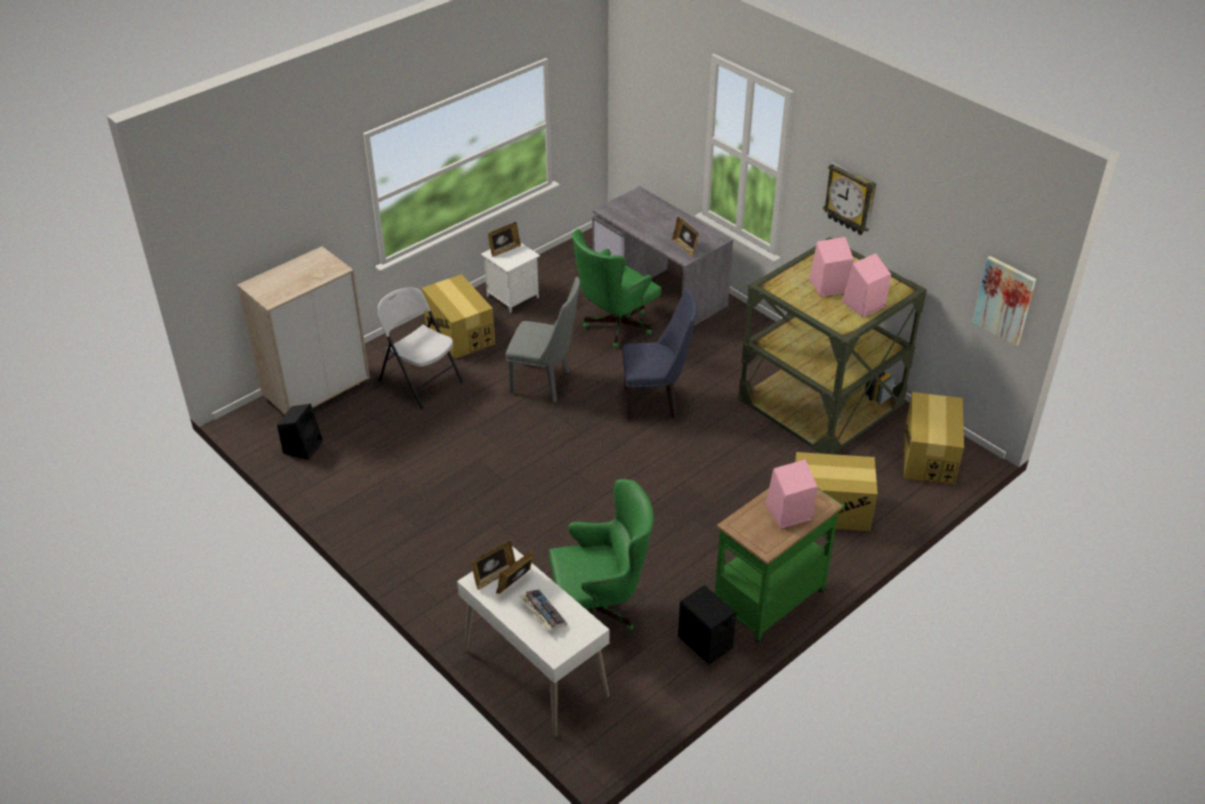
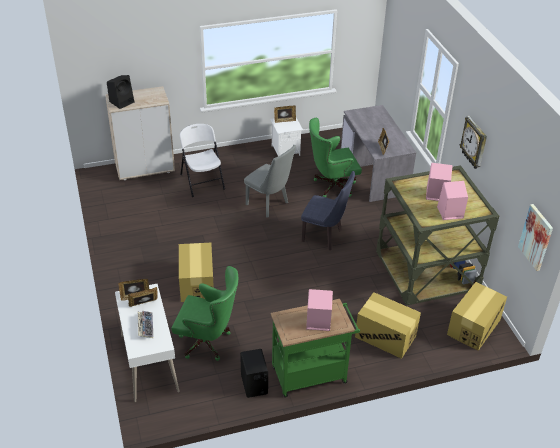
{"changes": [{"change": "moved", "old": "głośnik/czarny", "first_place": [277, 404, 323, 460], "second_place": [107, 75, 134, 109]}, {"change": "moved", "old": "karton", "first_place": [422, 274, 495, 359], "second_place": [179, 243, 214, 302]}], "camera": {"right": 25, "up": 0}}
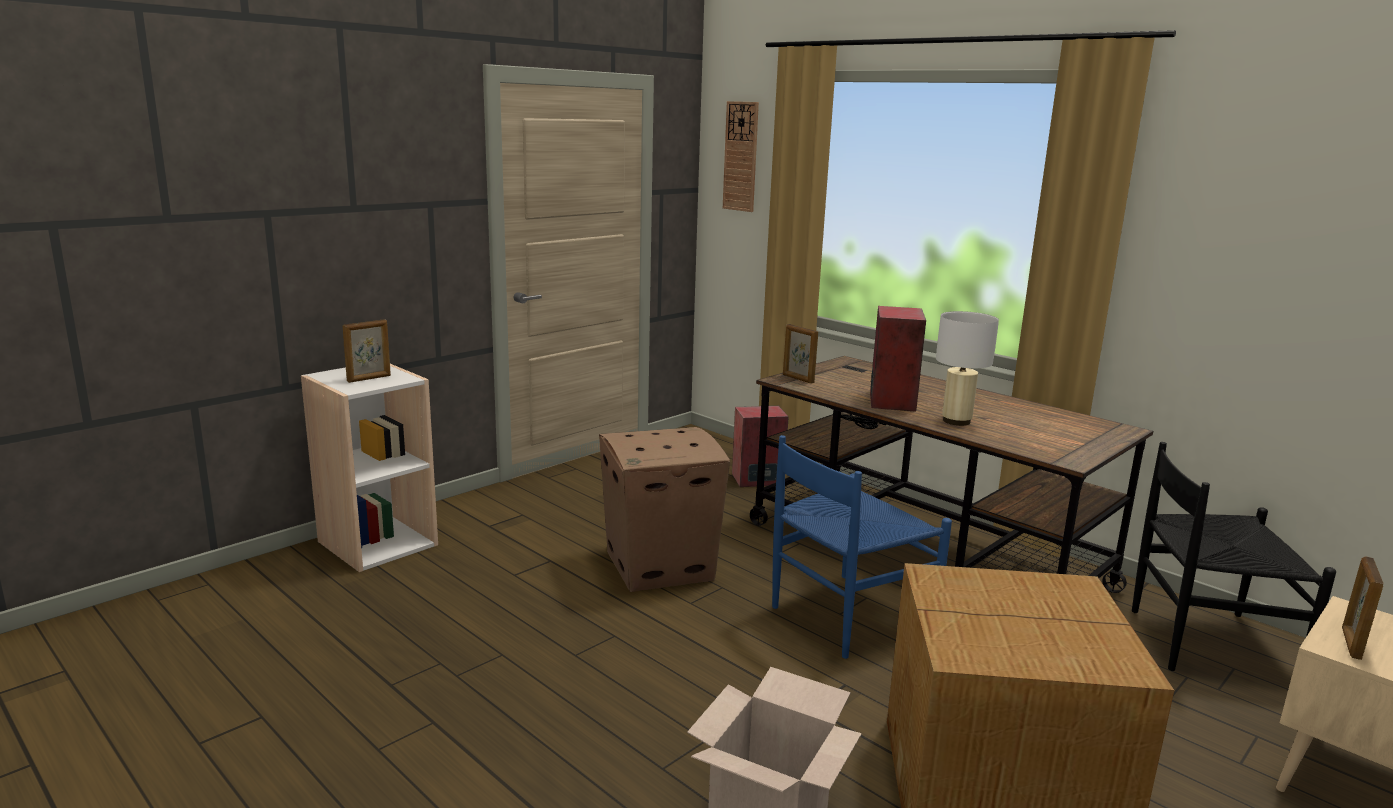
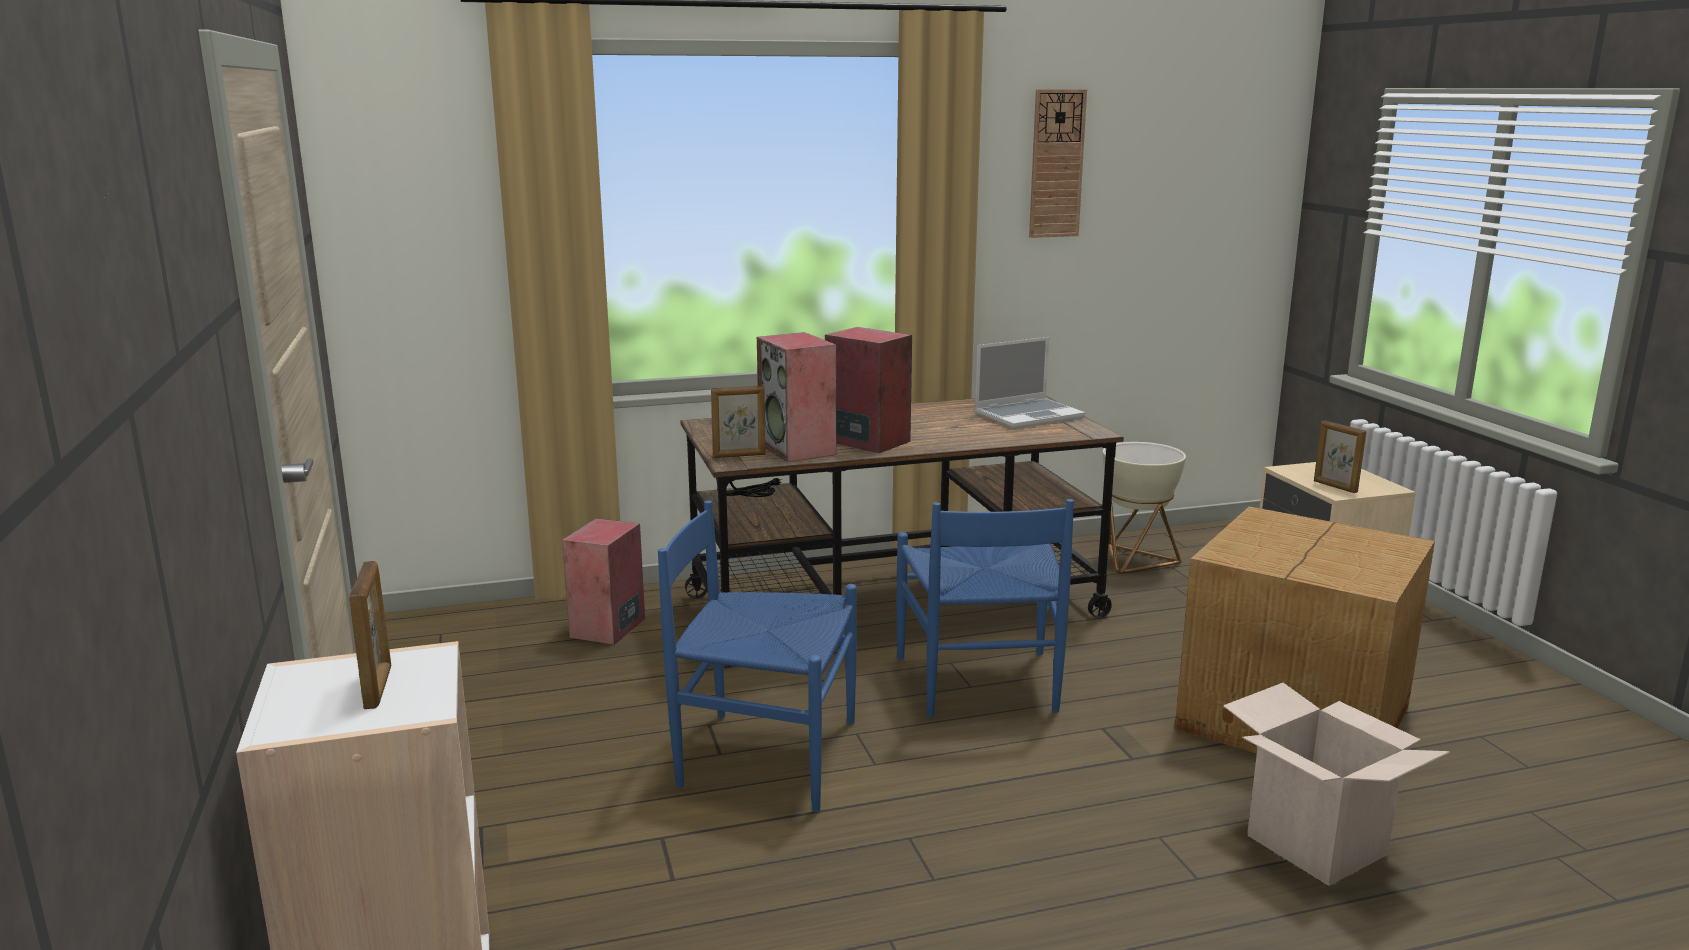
{"changes": [{"change": "replaced", "old": "karton", "new": "krzesło/niebieski", "first_place": [599, 427, 730, 592], "second_place": [658, 500, 857, 812]}, {"change": "moved", "old": "zegar ścienny", "first_place": [723, 101, 759, 212], "second_place": [1029, 89, 1087, 238]}, {"change": "removed", "old": "lampa stołowa/biały", "first_place": [936, 311, 999, 426]}, {"change": "replaced", "old": "krzesło/czarny", "new": "donica", "first_place": [1132, 442, 1336, 671], "second_place": [1102, 442, 1186, 574]}, {"change": "added", "new": "głośnik", "second_place": [757, 332, 836, 462]}, {"change": "added", "new": "laptop", "second_place": [975, 337, 1086, 429]}], "camera": {"right": -60, "up": 0}}
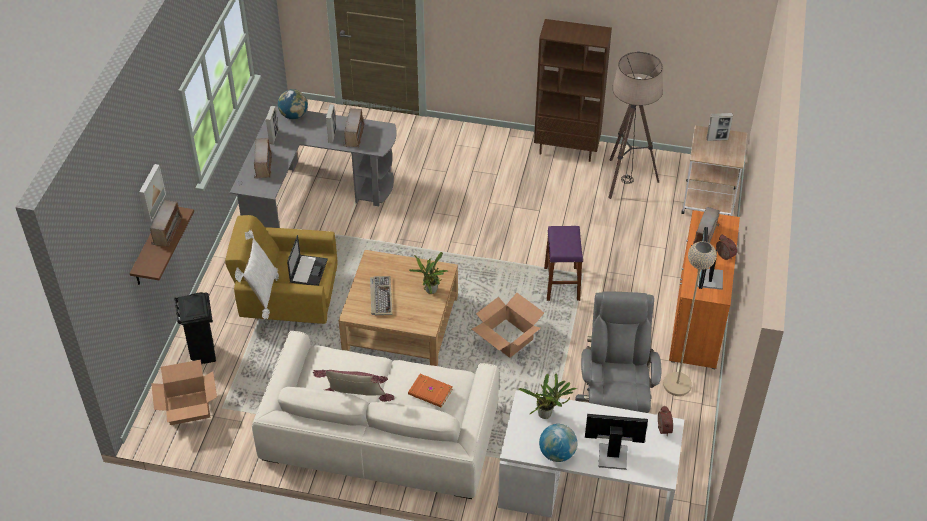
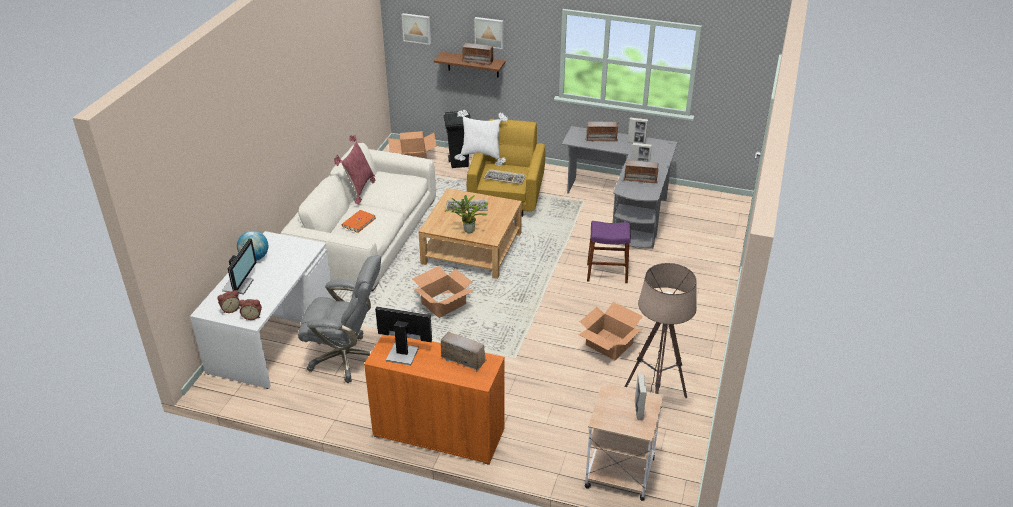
{"changes": [{"change": "removed", "old": "globus", "first_place": [278, 89, 308, 119]}, {"change": "replaced", "old": "laptop", "new": "klawiatura", "first_place": [287, 235, 328, 286], "second_place": [484, 169, 525, 185]}, {"change": "removed", "old": "roślina doniczkowa", "first_place": [518, 374, 577, 419]}, {"change": "removed", "old": "regał/brązowy", "first_place": [534, 19, 612, 162]}, {"change": "moved", "old": "stołek/fioletowy", "first_place": [544, 226, 583, 301], "second_place": [587, 221, 631, 283]}, {"change": "removed", "old": "lampa stojąca/beżowy", "first_place": [663, 241, 717, 396]}, {"change": "moved", "old": "budzik", "first_place": [716, 234, 737, 260], "second_place": [218, 290, 240, 313]}, {"change": "added", "new": "obraz", "second_place": [402, 13, 431, 45]}, {"change": "added", "new": "karton", "second_place": [578, 302, 642, 360]}], "camera": {"right": 95, "up": -10}}
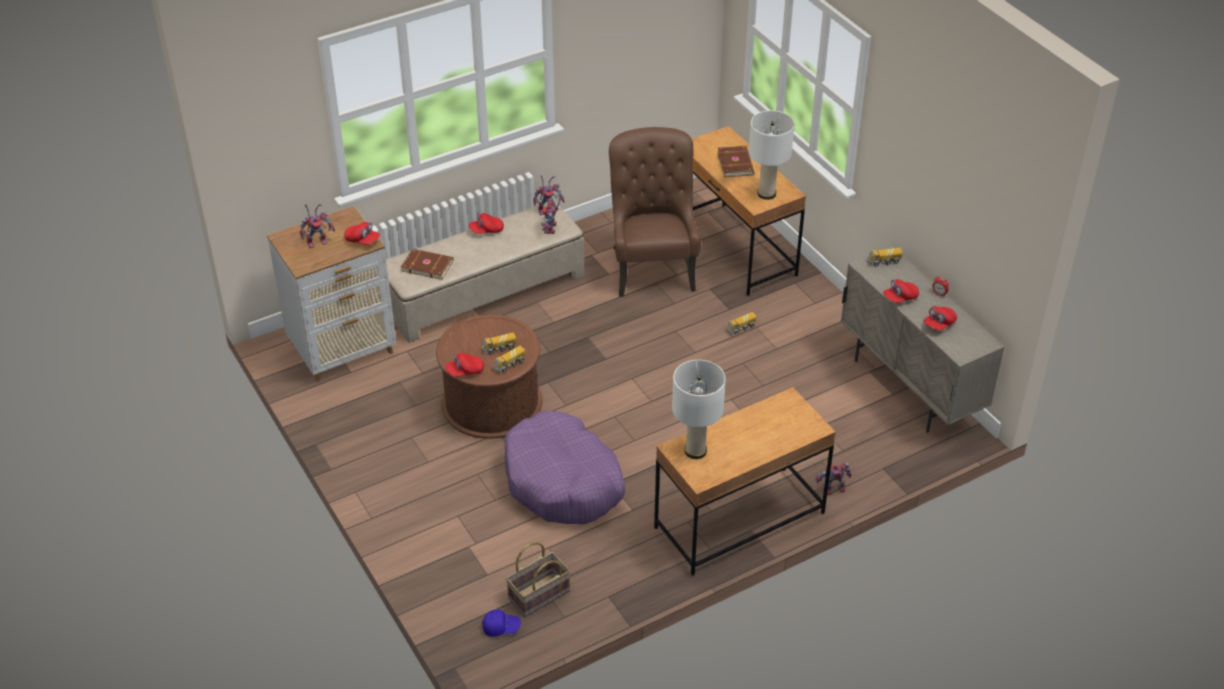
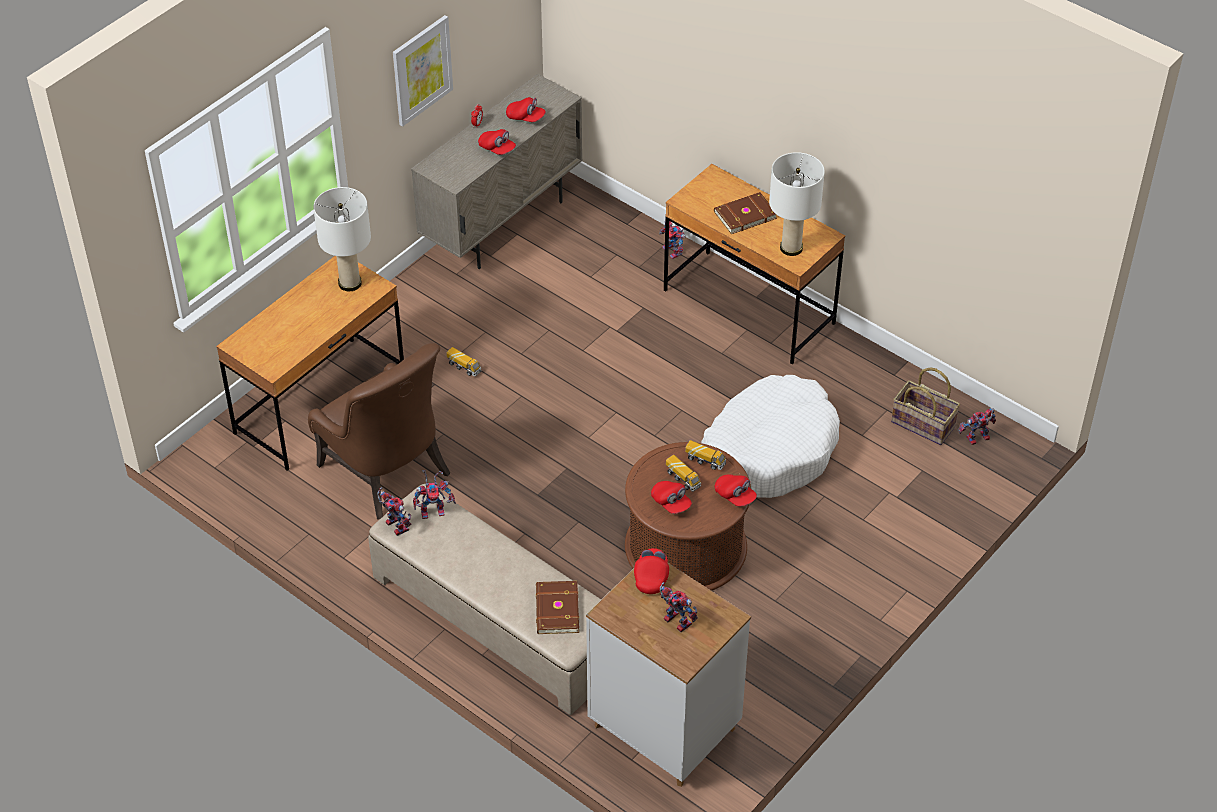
{"changes": [{"change": "moved", "old": "czapka z daszkiem/czerwony", "first_place": [469, 213, 504, 234], "second_place": [651, 481, 692, 514]}, {"change": "replaced", "old": "czapka z daszkiem/niebieski", "new": "robot zabawkowy", "first_place": [482, 610, 521, 637], "second_place": [958, 408, 996, 445]}, {"change": "recoloured", "old": "legowisko/fioletowy", "new": "legowisko/biały", "first_place": [504, 410, 625, 524], "second_place": [701, 375, 840, 498]}, {"change": "turned", "old": "krzesło/brązowy", "first_place": [609, 127, 701, 297], "second_place": [308, 343, 450, 520], "degrees": -105}, {"change": "moved", "old": "książka/brązowy", "first_place": [718, 146, 754, 177], "second_place": [714, 192, 777, 234]}, {"change": "removed", "old": "ciężarówka zabawkowa", "first_place": [867, 248, 903, 266]}, {"change": "added", "new": "obraz", "second_place": [393, 15, 453, 127]}], "camera": {"right": -110, "up": 5}}
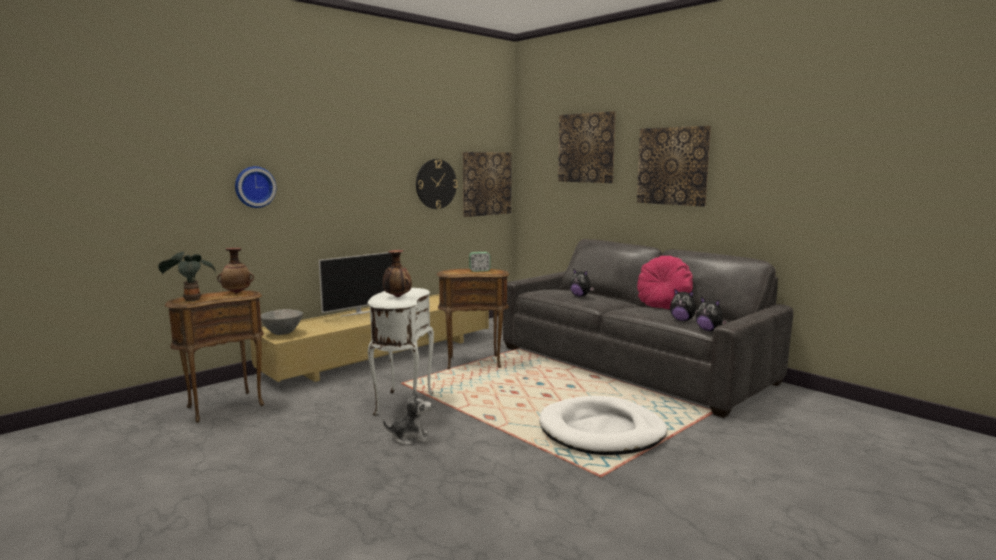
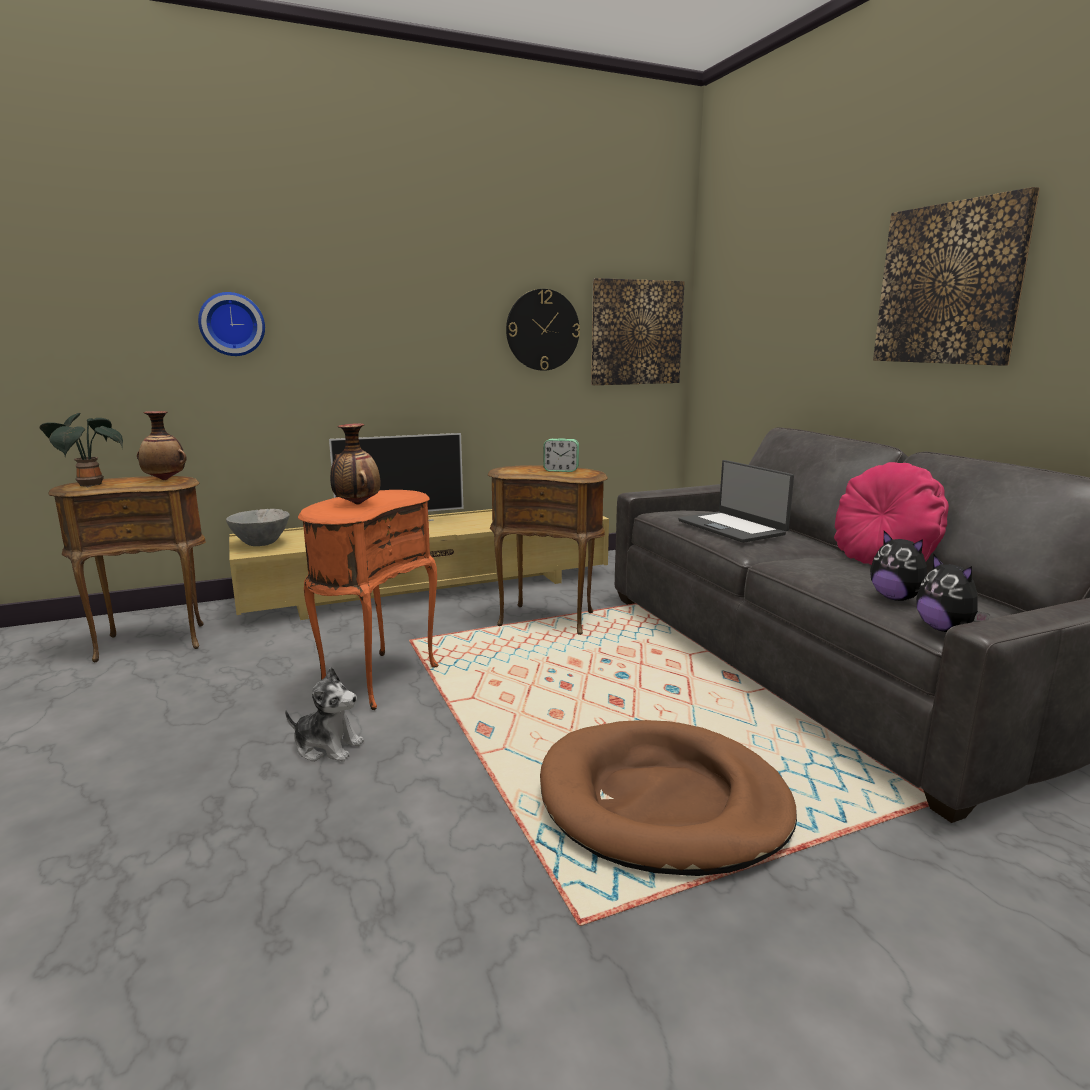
{"changes": [{"change": "recoloured", "old": "stolik/biały", "new": "stolik/pomarańczowy", "first_place": [368, 288, 434, 415], "second_place": [298, 490, 438, 710]}, {"change": "recoloured", "old": "legowisko/biały", "new": "legowisko/brązowy", "first_place": [539, 396, 667, 455], "second_place": [540, 720, 797, 876]}, {"change": "removed", "old": "obraz", "first_place": [558, 111, 616, 183]}, {"change": "replaced", "old": "pluszak", "new": "laptop", "first_place": [570, 269, 594, 297], "second_place": [678, 460, 794, 543]}], "camera": {"right": 20, "up": 5}}
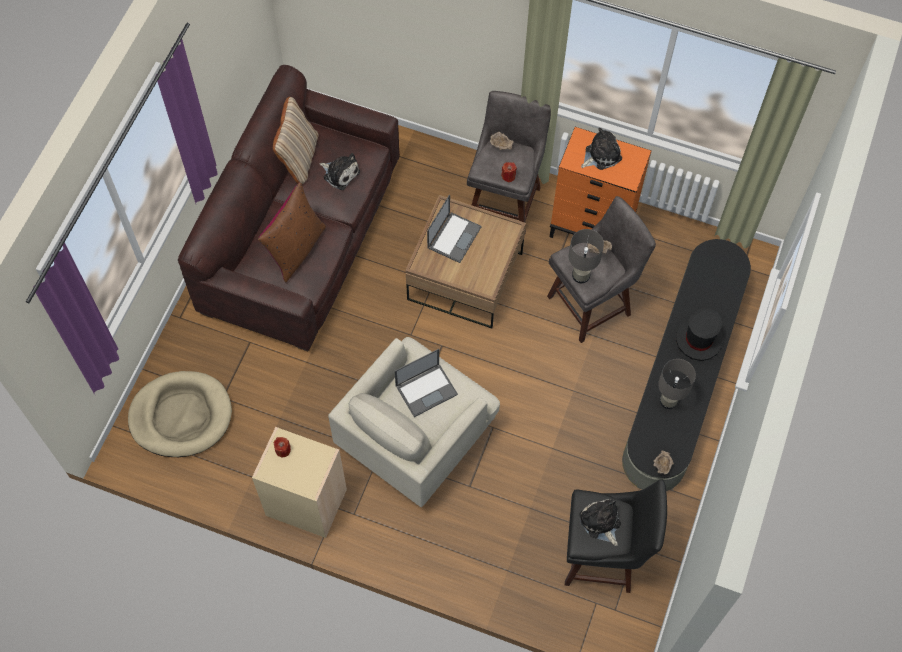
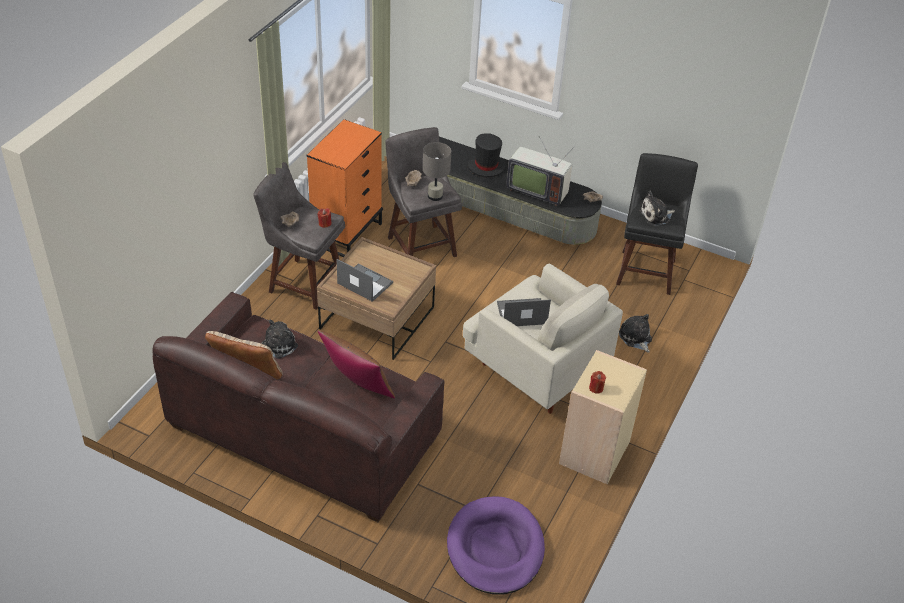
{"changes": [{"change": "recoloured", "old": "legowisko/beżowy", "new": "legowisko/fioletowy", "first_place": [128, 371, 232, 457], "second_place": [447, 496, 545, 594]}, {"change": "turned", "old": "laptop", "first_place": [395, 349, 458, 417], "second_place": [497, 298, 551, 326], "degrees": -75}, {"change": "moved", "old": "pluszak", "first_place": [581, 128, 622, 170], "second_place": [619, 314, 652, 353]}, {"change": "replaced", "old": "lampa stołowa/szary", "new": "telewizor", "first_place": [658, 359, 696, 409], "second_place": [507, 136, 575, 206]}], "camera": {"right": -85, "up": -20}}
